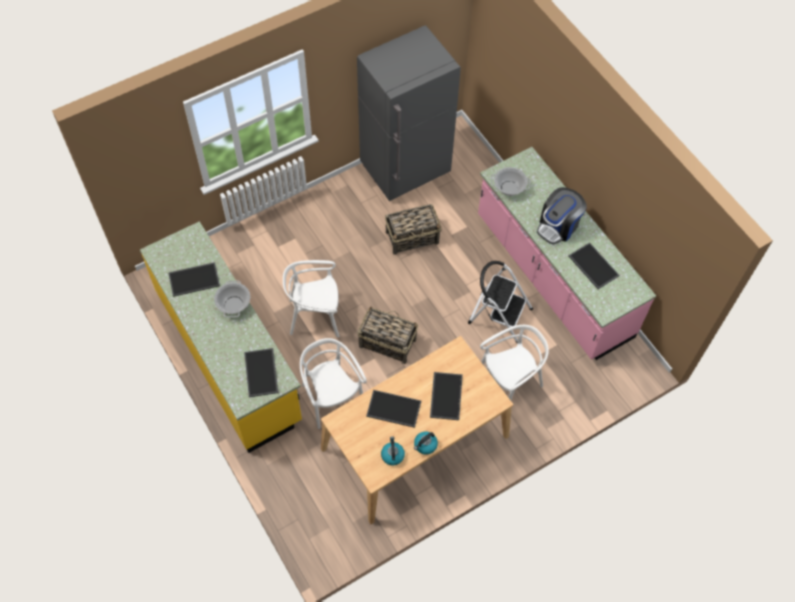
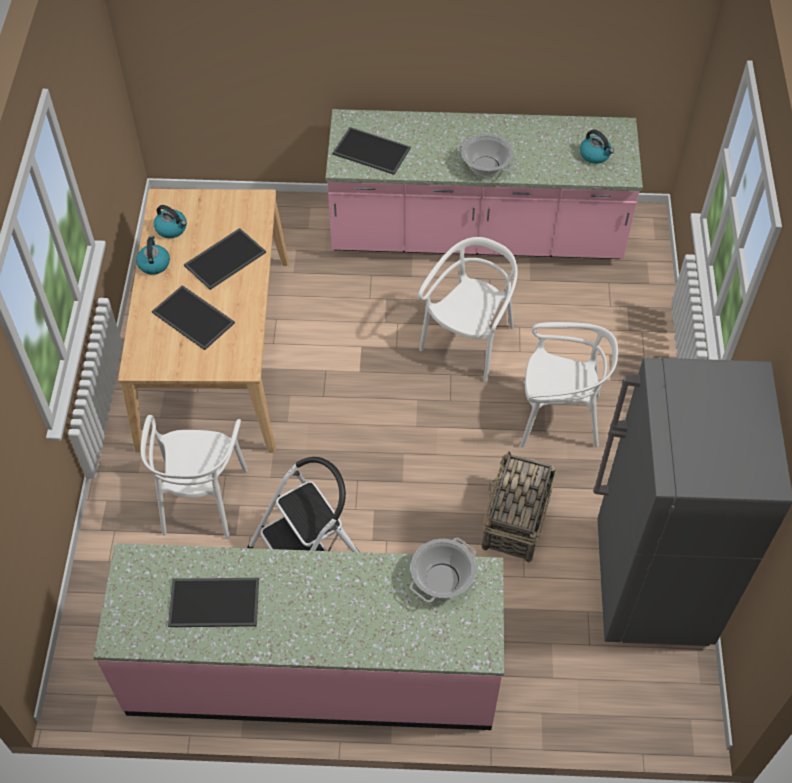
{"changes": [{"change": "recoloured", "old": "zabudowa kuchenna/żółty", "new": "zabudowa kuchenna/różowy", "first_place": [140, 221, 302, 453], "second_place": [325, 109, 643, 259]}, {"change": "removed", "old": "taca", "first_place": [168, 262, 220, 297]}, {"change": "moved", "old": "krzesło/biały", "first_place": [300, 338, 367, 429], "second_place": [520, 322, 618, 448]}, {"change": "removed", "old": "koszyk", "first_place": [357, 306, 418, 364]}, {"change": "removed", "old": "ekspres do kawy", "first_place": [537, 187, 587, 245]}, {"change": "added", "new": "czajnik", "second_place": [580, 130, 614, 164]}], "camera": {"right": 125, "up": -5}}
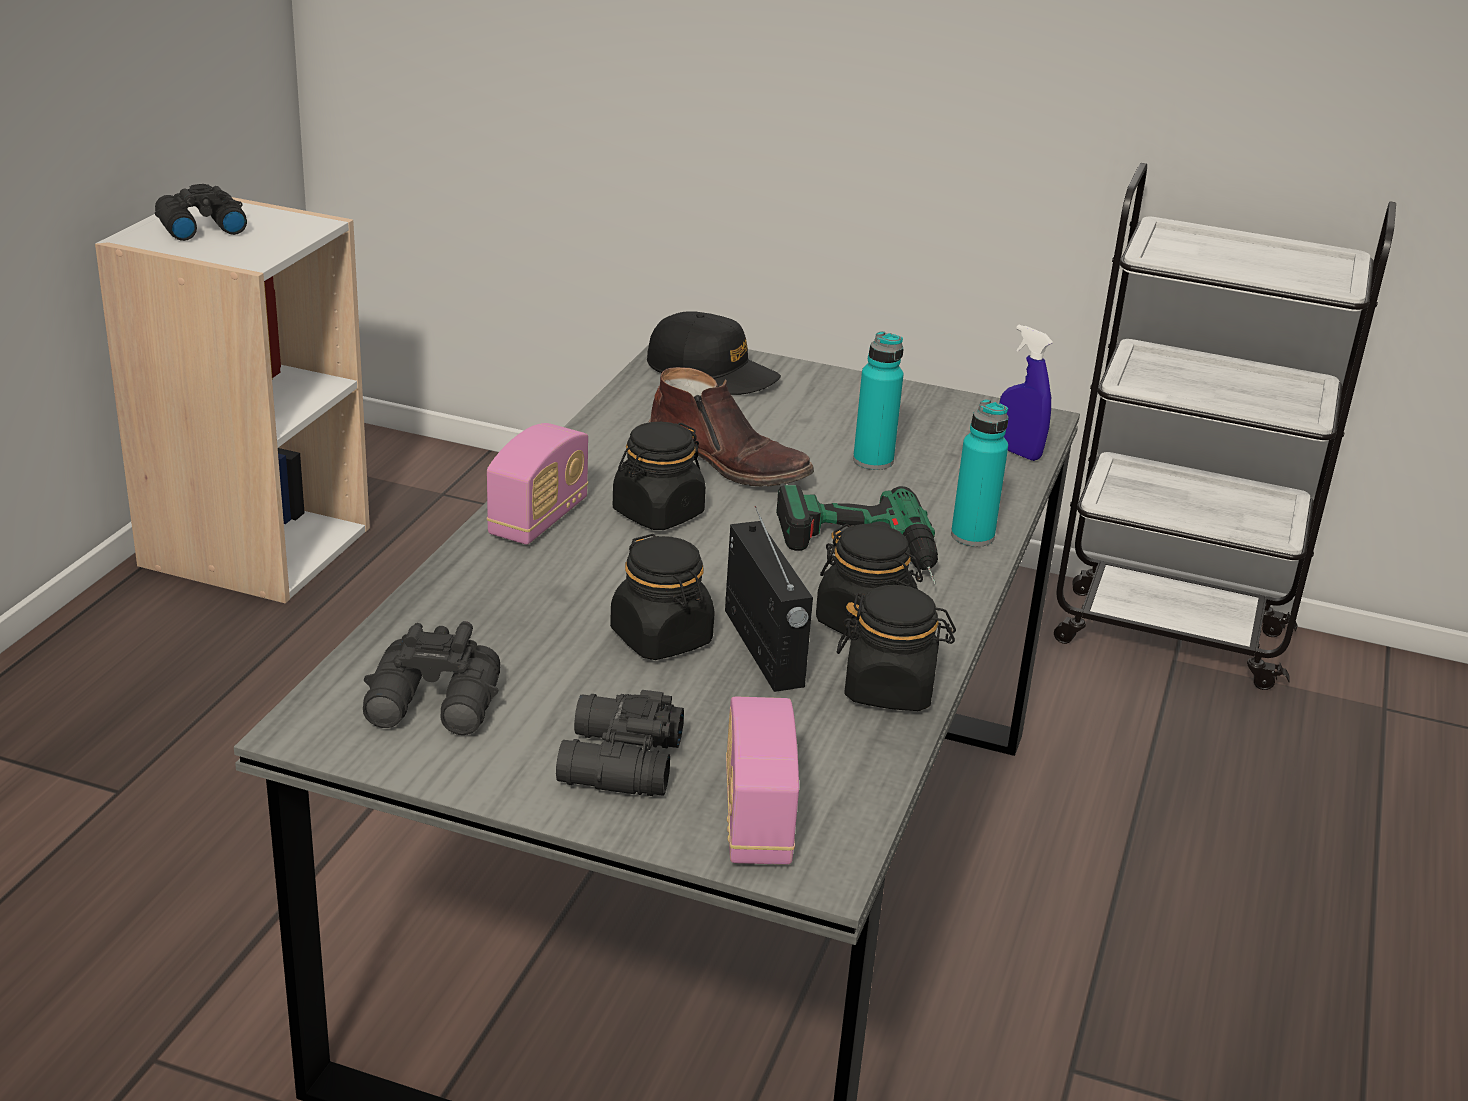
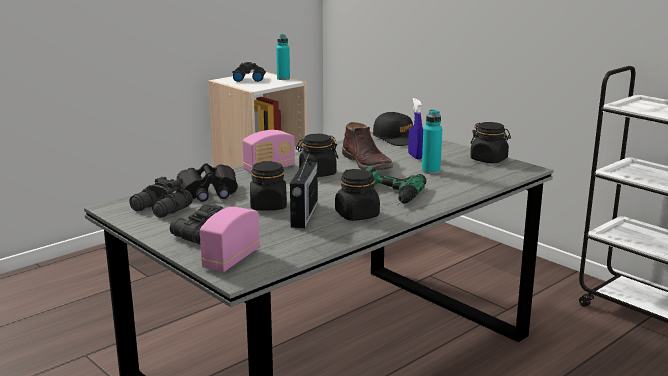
{"changes": [{"change": "moved", "old": "słoik/czarny", "first_place": [836, 585, 956, 711], "second_place": [470, 122, 511, 163]}, {"change": "moved", "old": "butelka/turkusowy", "first_place": [951, 399, 1009, 547], "second_place": [276, 34, 290, 80]}, {"change": "moved", "old": "spryskiwacz/niebieski", "first_place": [999, 324, 1053, 461], "second_place": [408, 98, 423, 160]}, {"change": "added", "new": "lornetka/czarny", "second_place": [177, 163, 238, 202]}], "camera": {"right": 30, "up": -10}}
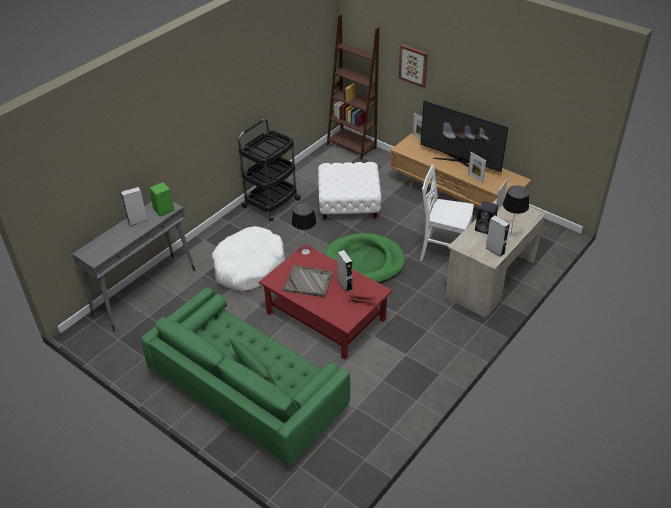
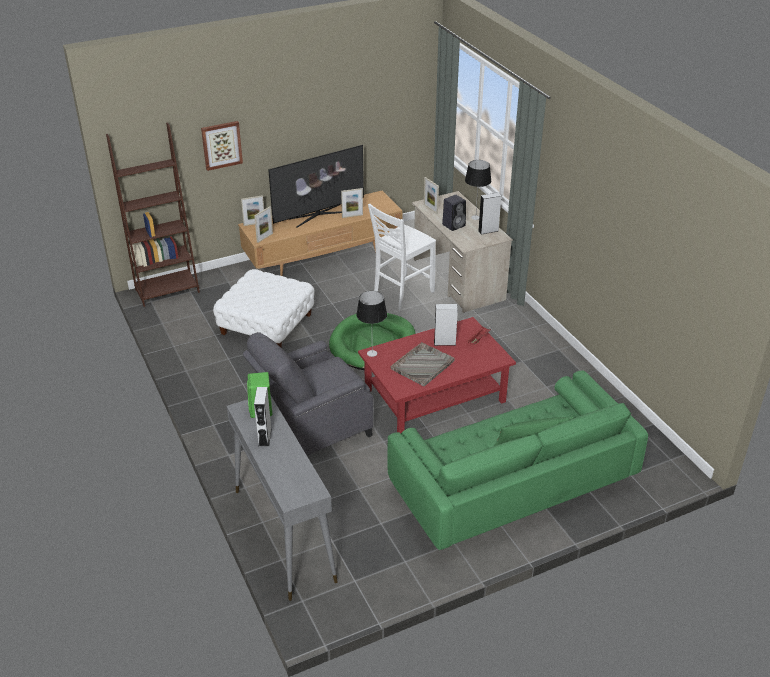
{"changes": [{"change": "replaced", "old": "legowisko/biały", "new": "fotel/szary", "first_place": [212, 226, 285, 291], "second_place": [243, 332, 373, 455]}, {"change": "removed", "old": "wózek/czarny", "first_place": [238, 119, 301, 221]}, {"change": "added", "new": "ramka na zdjęcie", "second_place": [254, 206, 273, 243]}], "camera": {"right": -65, "up": -5}}
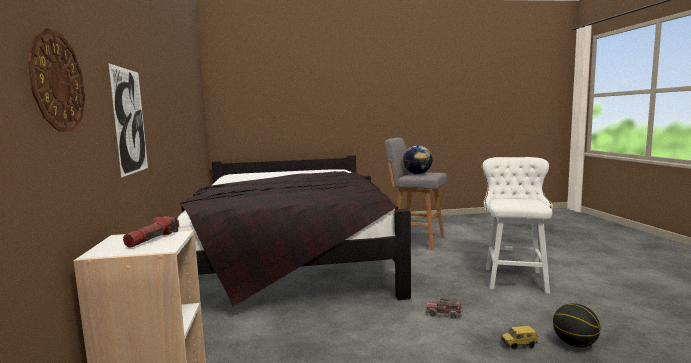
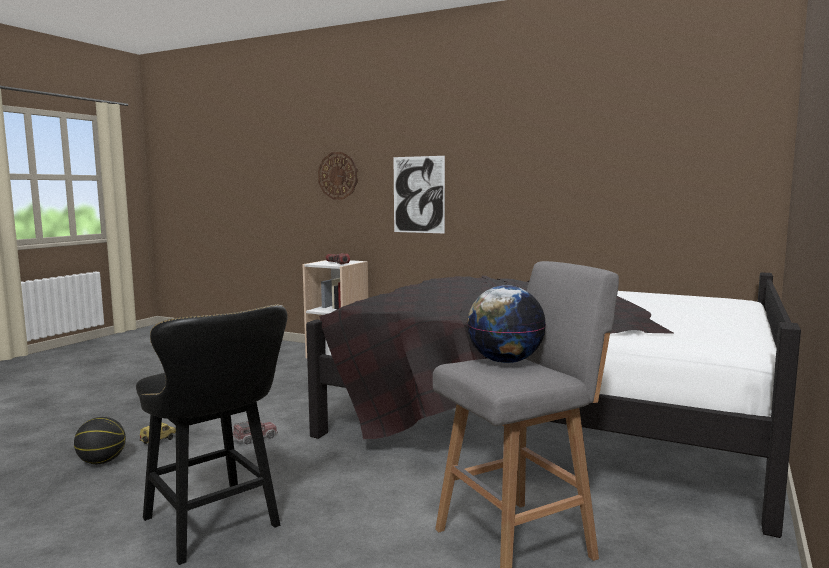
{"changes": [{"change": "recoloured", "old": "stołek/biały", "new": "stołek/czarny", "first_place": [482, 157, 553, 293], "second_place": [136, 304, 288, 565]}], "camera": {"right": 125, "up": 0}}
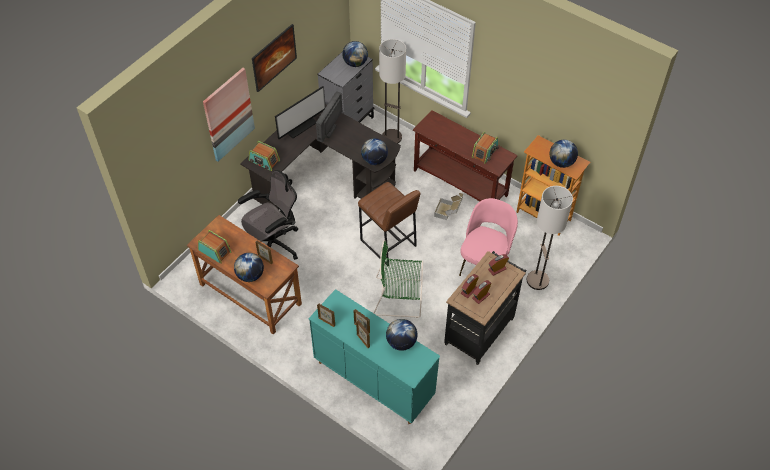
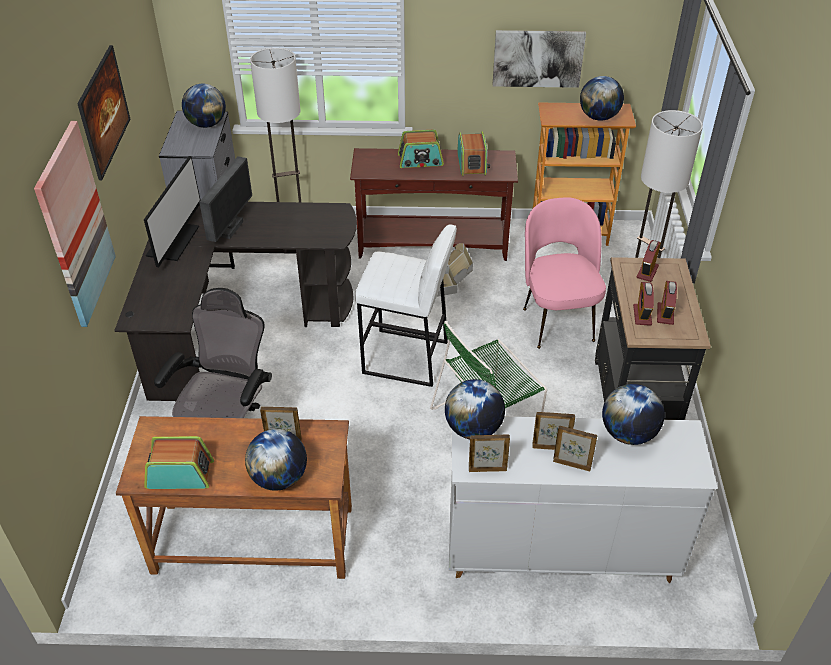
{"changes": [{"change": "moved", "old": "radio", "first_place": [248, 141, 280, 171], "second_place": [398, 129, 444, 168]}, {"change": "recoloured", "old": "szafka/turkusowy", "new": "szafka/biały", "first_place": [308, 289, 440, 424], "second_place": [449, 417, 718, 584]}, {"change": "turned", "old": "monitor", "first_place": [316, 91, 342, 143], "second_place": [199, 156, 252, 242], "degrees": -150}, {"change": "recoloured", "old": "stołek/brązowy", "new": "stołek/biały", "first_place": [358, 182, 421, 266], "second_place": [355, 224, 457, 387]}, {"change": "moved", "old": "globus", "first_place": [361, 138, 388, 165], "second_place": [445, 379, 505, 439]}, {"change": "added", "new": "obraz", "second_place": [493, 30, 586, 88]}], "camera": {"right": -35, "up": -10}}
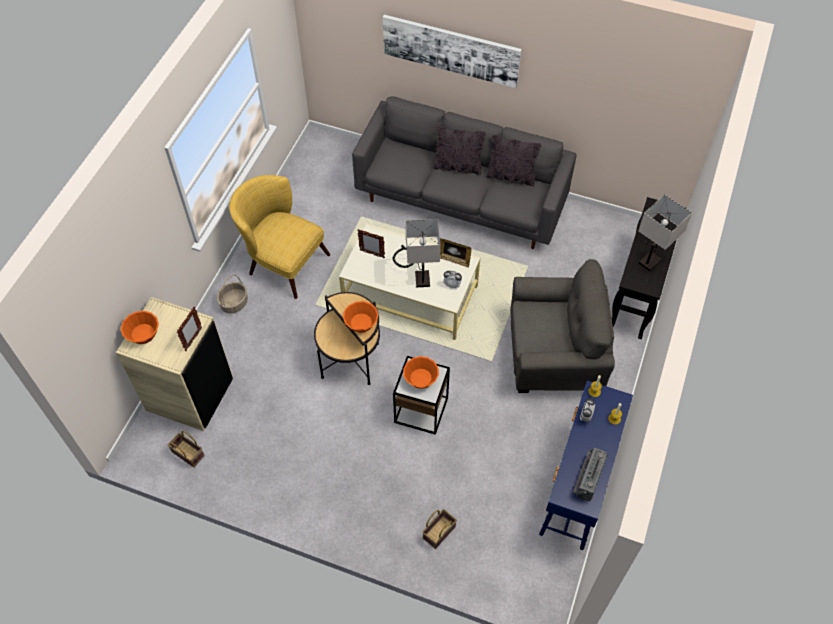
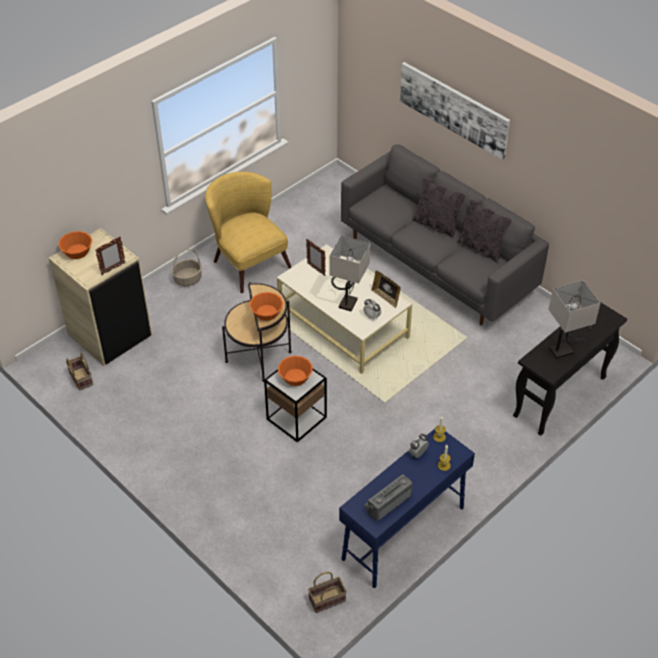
{"changes": [{"change": "moved", "old": "koszyk", "first_place": [422, 509, 457, 549], "second_place": [308, 572, 347, 613]}, {"change": "removed", "old": "fotel/szary", "first_place": [510, 259, 615, 393]}], "camera": {"right": 25, "up": -10}}
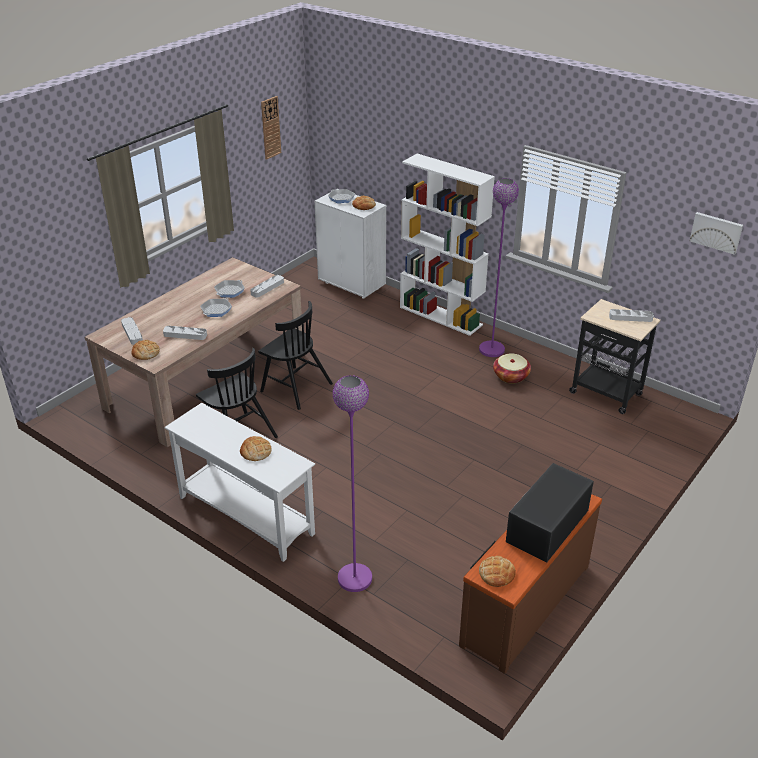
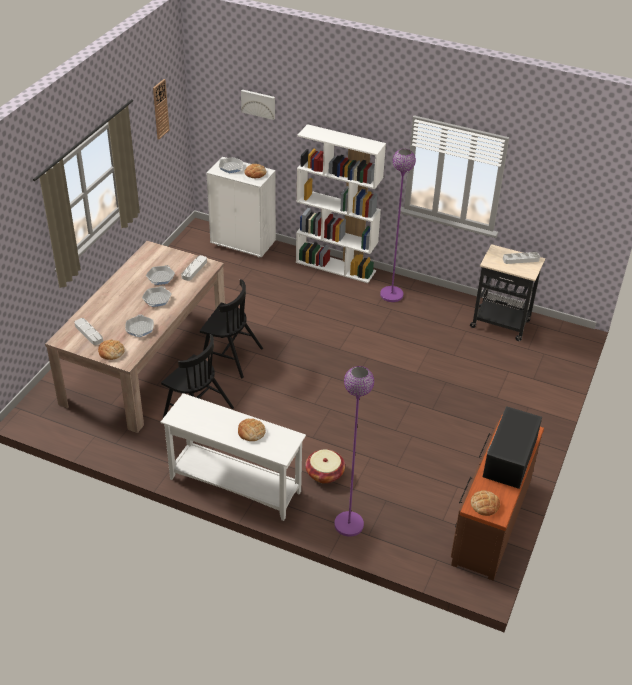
{"changes": [{"change": "replaced", "old": "taca/szary", "new": "patelnia", "first_place": [163, 326, 207, 340], "second_place": [125, 314, 154, 337]}, {"change": "moved", "old": "koszyk", "first_place": [493, 353, 531, 384], "second_place": [306, 449, 345, 484]}, {"change": "moved", "old": "obraz", "first_place": [690, 212, 743, 255], "second_place": [241, 89, 275, 120]}], "camera": {"right": -15, "up": 5}}
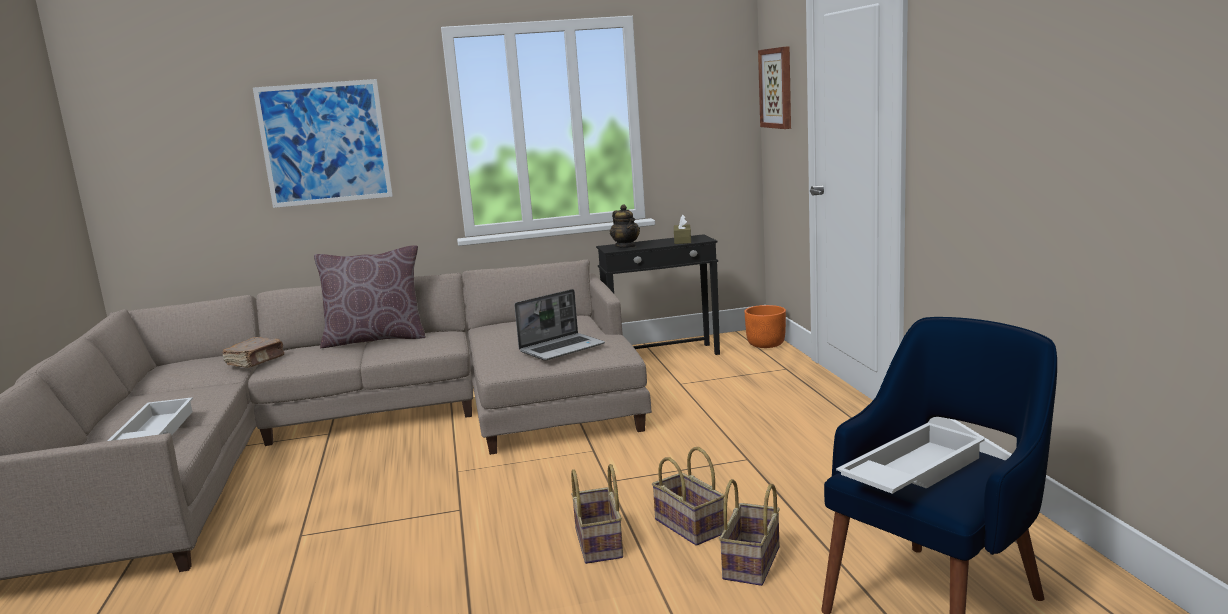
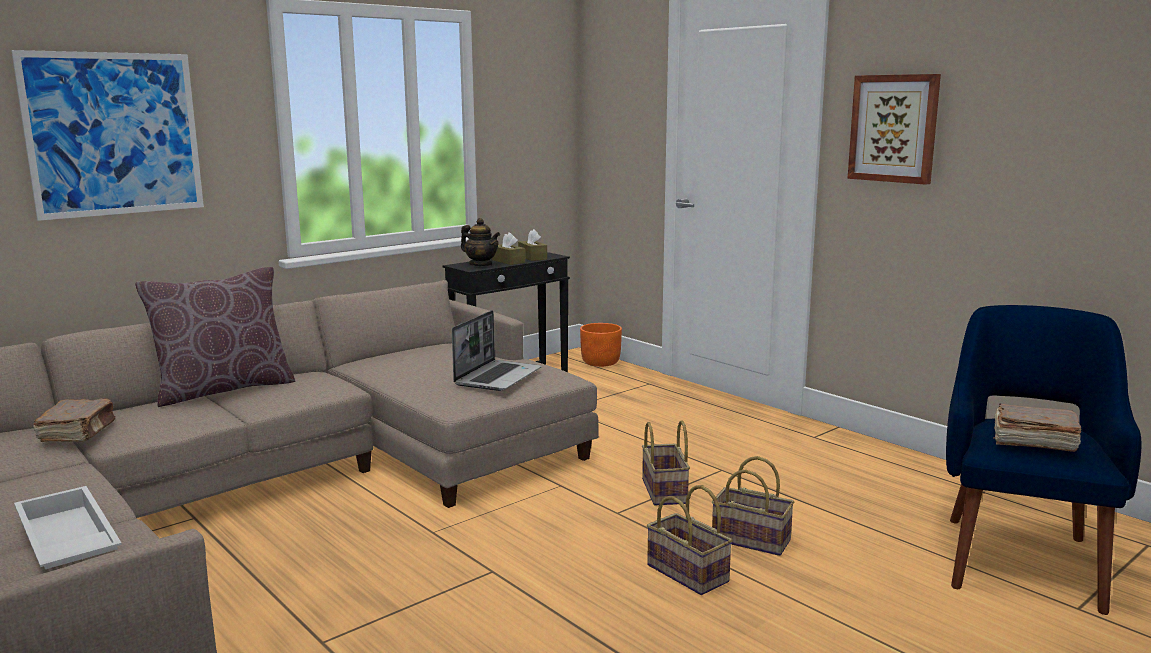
{"changes": [{"change": "moved", "old": "koszyk", "first_place": [719, 479, 780, 586], "second_place": [642, 420, 690, 505]}, {"change": "moved", "old": "obraz", "first_place": [758, 46, 791, 129], "second_place": [848, 74, 941, 185]}, {"change": "replaced", "old": "taca/biały", "new": "książka/brązowy", "first_place": [836, 423, 985, 494], "second_place": [994, 404, 1081, 452]}, {"change": "added", "new": "pudełko chusteczek/brązowy", "second_place": [492, 232, 525, 265]}], "camera": {"right": -30, "up": 0}}
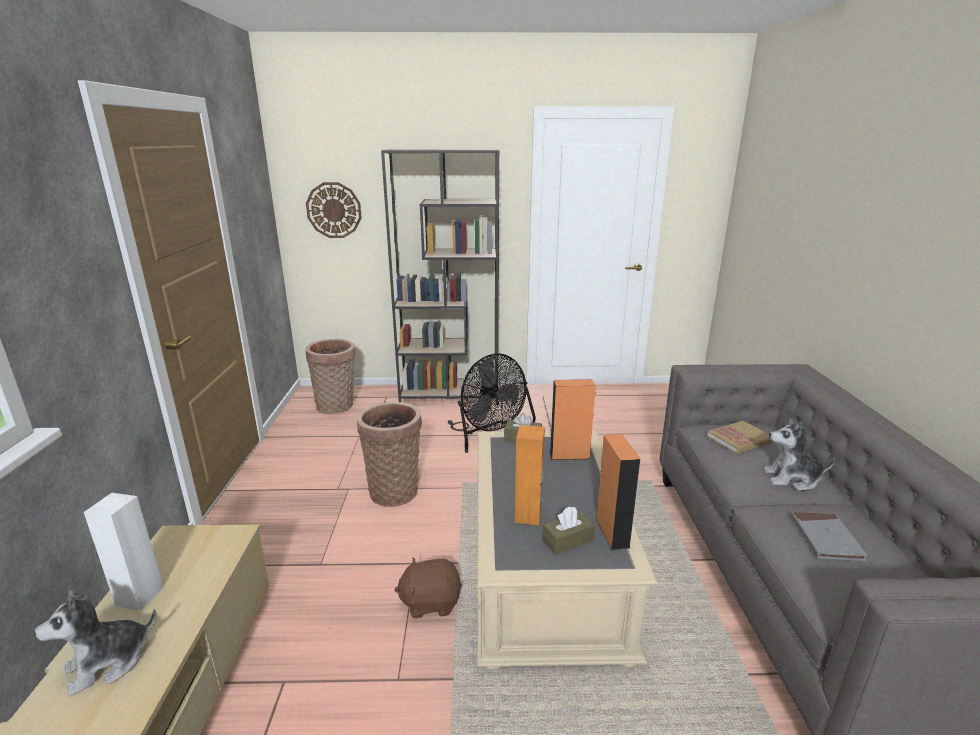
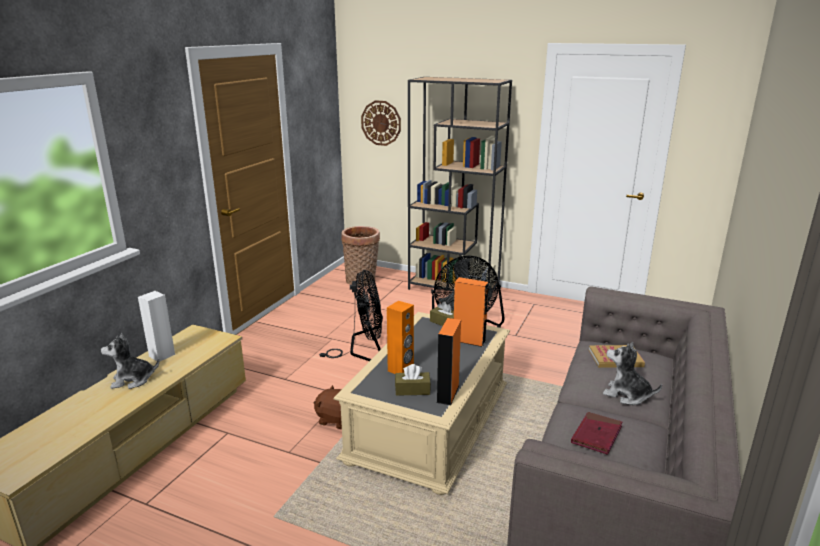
{"changes": [{"change": "replaced", "old": "koszyk", "new": "wentylator/czarny", "first_place": [357, 402, 422, 507], "second_place": [319, 270, 383, 361]}, {"change": "recoloured", "old": "książka/szary", "new": "książka/czerwony", "first_place": [791, 512, 867, 561], "second_place": [571, 412, 622, 455]}], "camera": {"right": 25, "up": 0}}
